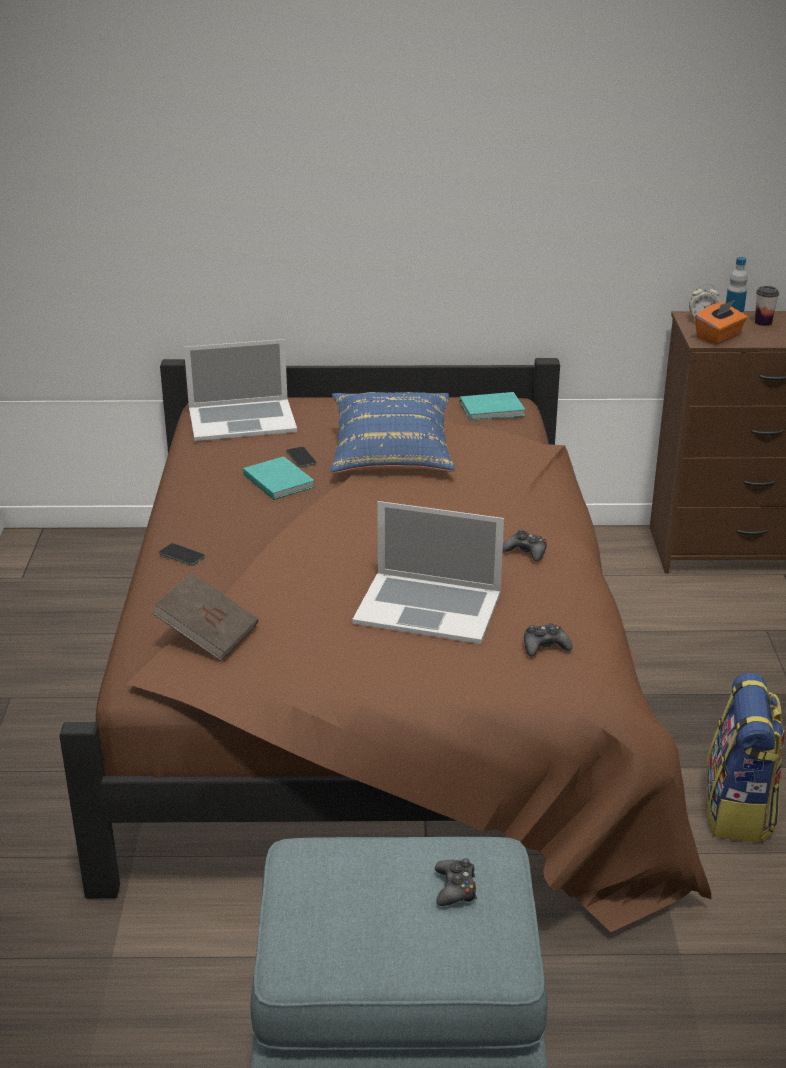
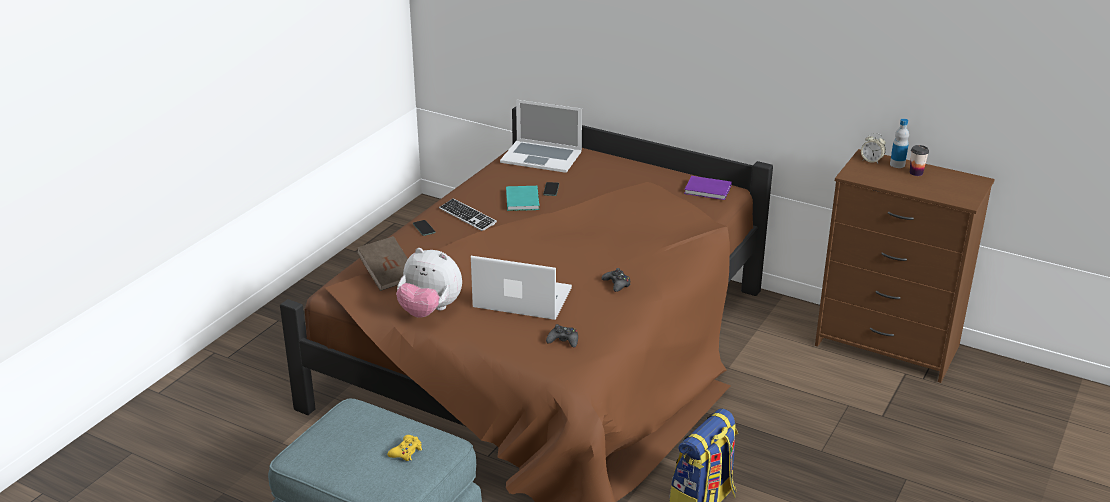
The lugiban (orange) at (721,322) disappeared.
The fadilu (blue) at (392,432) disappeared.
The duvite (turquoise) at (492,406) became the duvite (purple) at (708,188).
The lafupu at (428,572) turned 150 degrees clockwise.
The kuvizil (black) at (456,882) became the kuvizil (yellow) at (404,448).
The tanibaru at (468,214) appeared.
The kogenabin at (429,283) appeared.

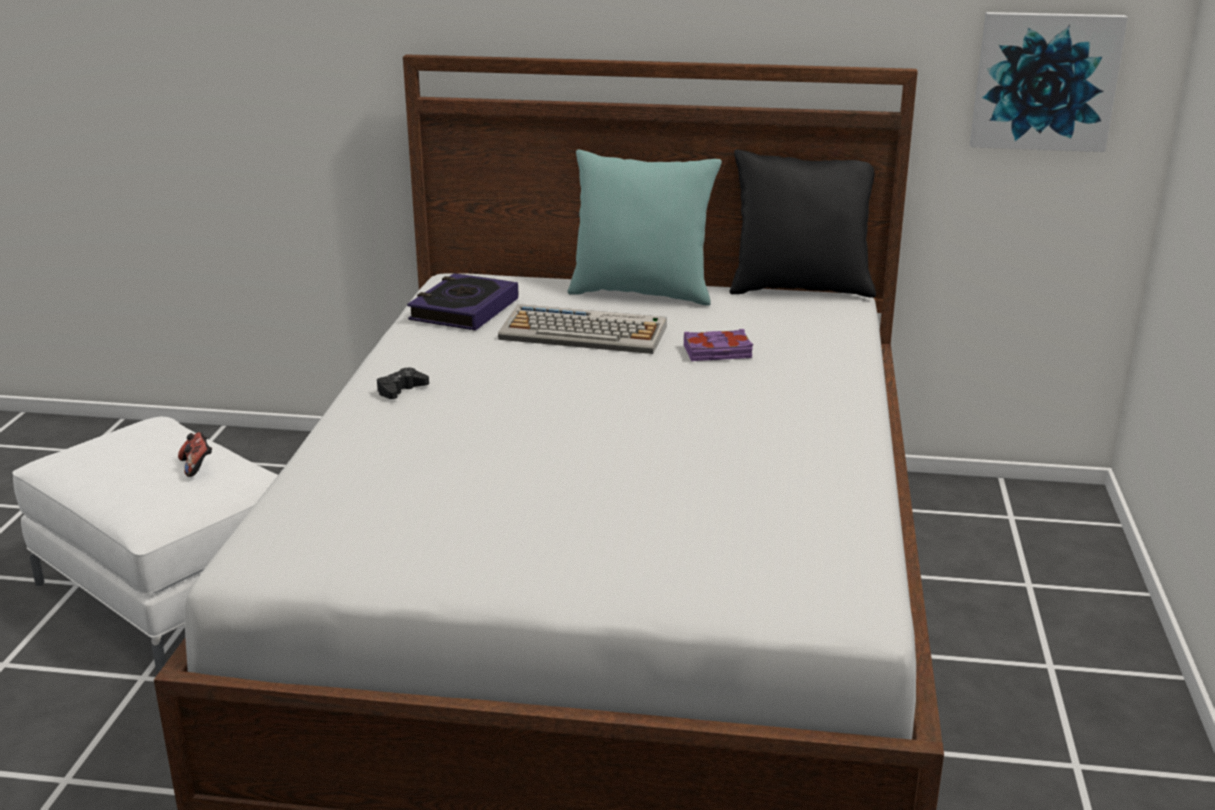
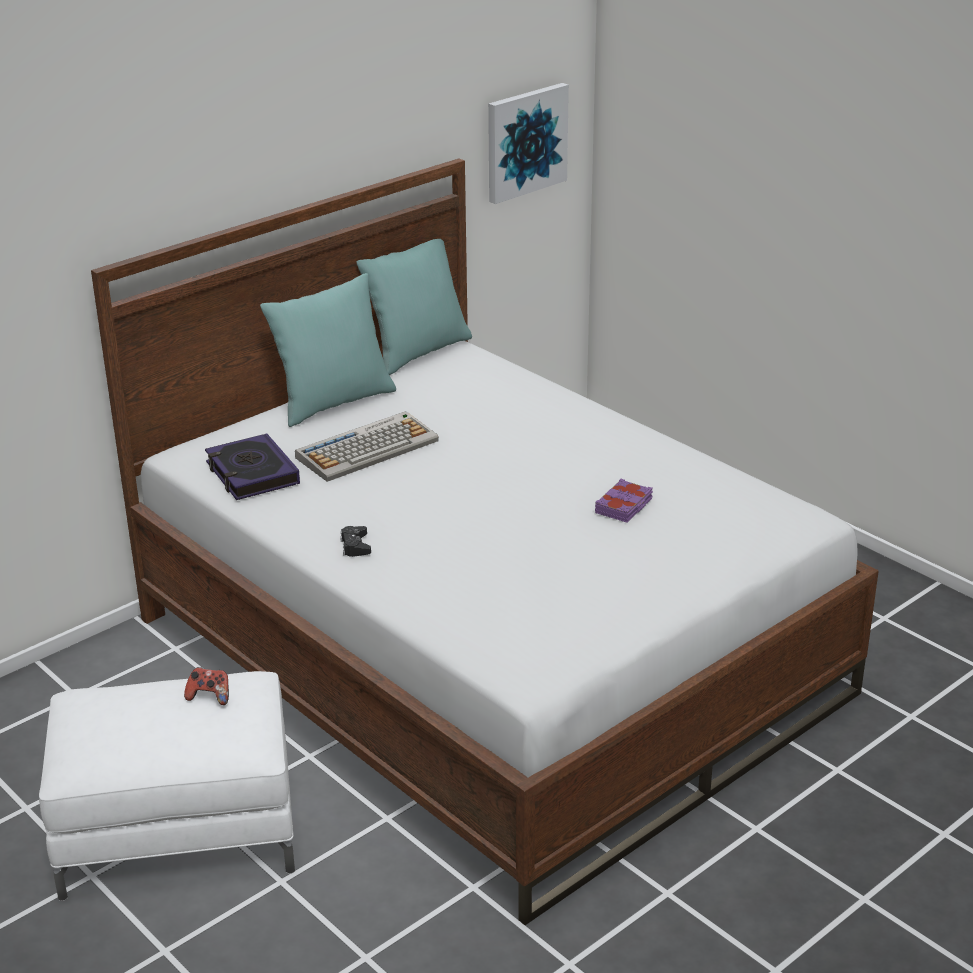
The fadilu (black) at (803,223) became the fadilu (turquoise) at (414,307).
The duvite (purple) moved from (718,345) to (624,500).

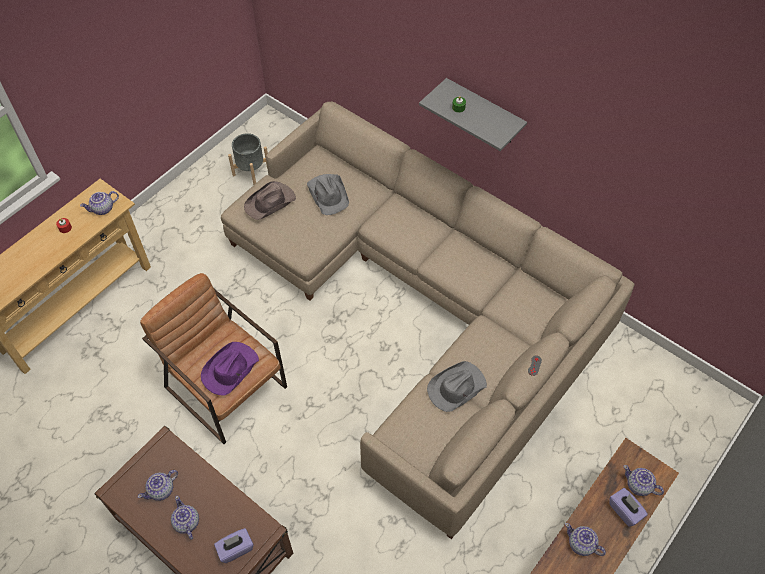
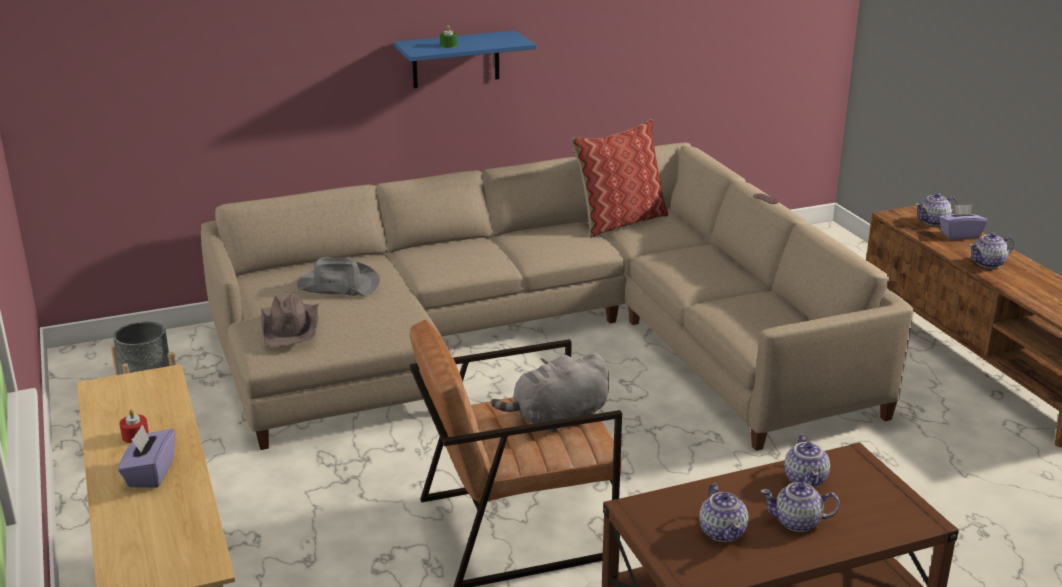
The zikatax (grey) at (473,114) became the zikatax (blue) at (465,59).
The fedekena moved from (99,203) to (807,460).
The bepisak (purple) at (230,369) was replaced by the kogenabin (grey) at (550,393).
The bepisak (grey) at (457,386) disappeared.
The lugiban (purple) moved from (234,545) to (146,456).
The fadilu at (619,178) appeared.

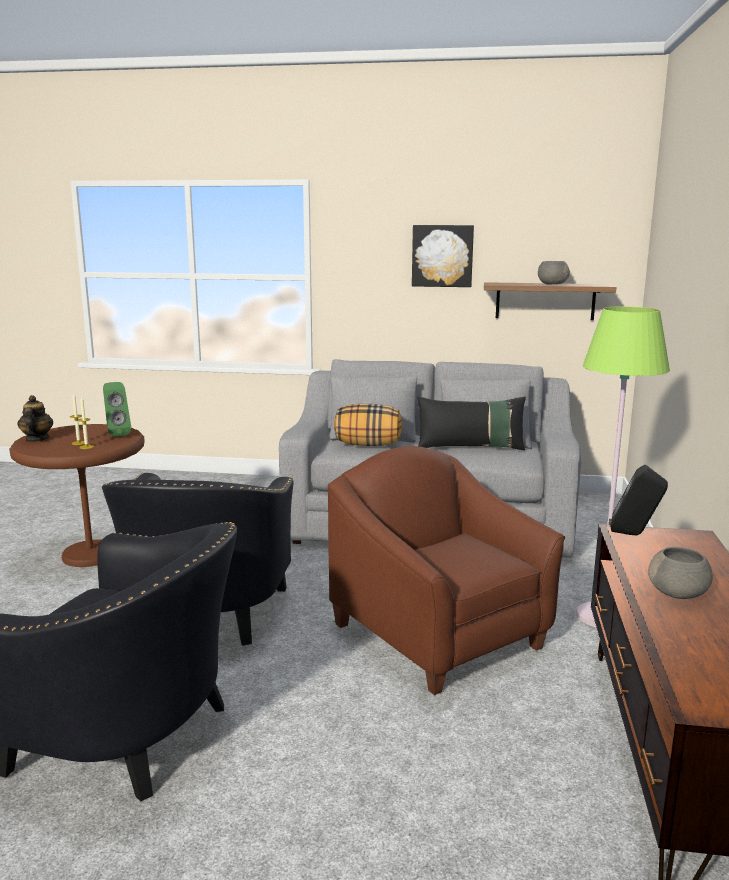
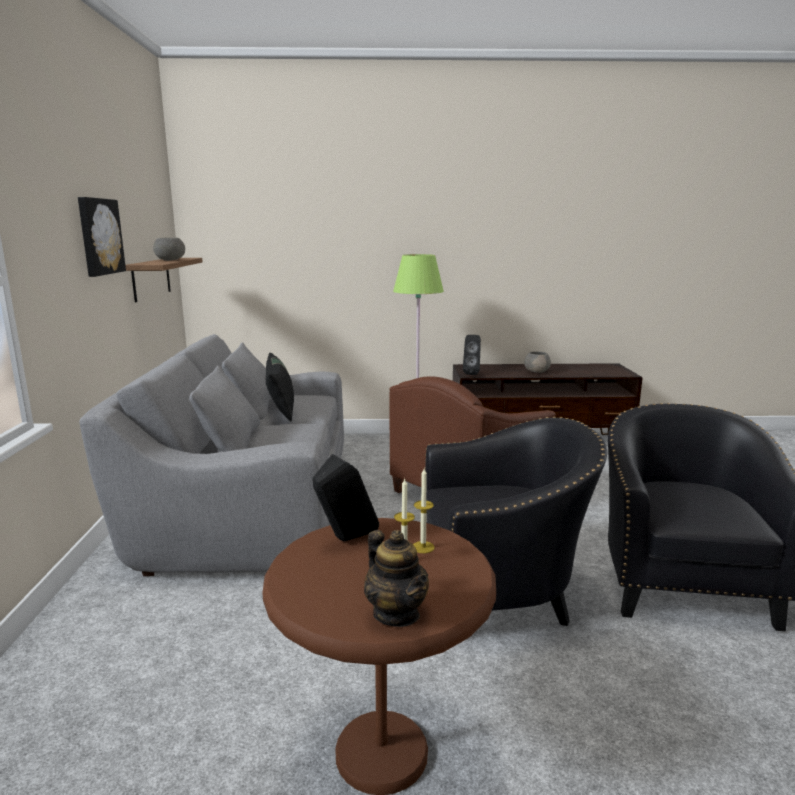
The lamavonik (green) at (117,409) became the lamavonik (black) at (346,498).
The fedekena at (35,418) turned 105 degrees counterclockwise.
The fadilu at (368,425) disappeared.

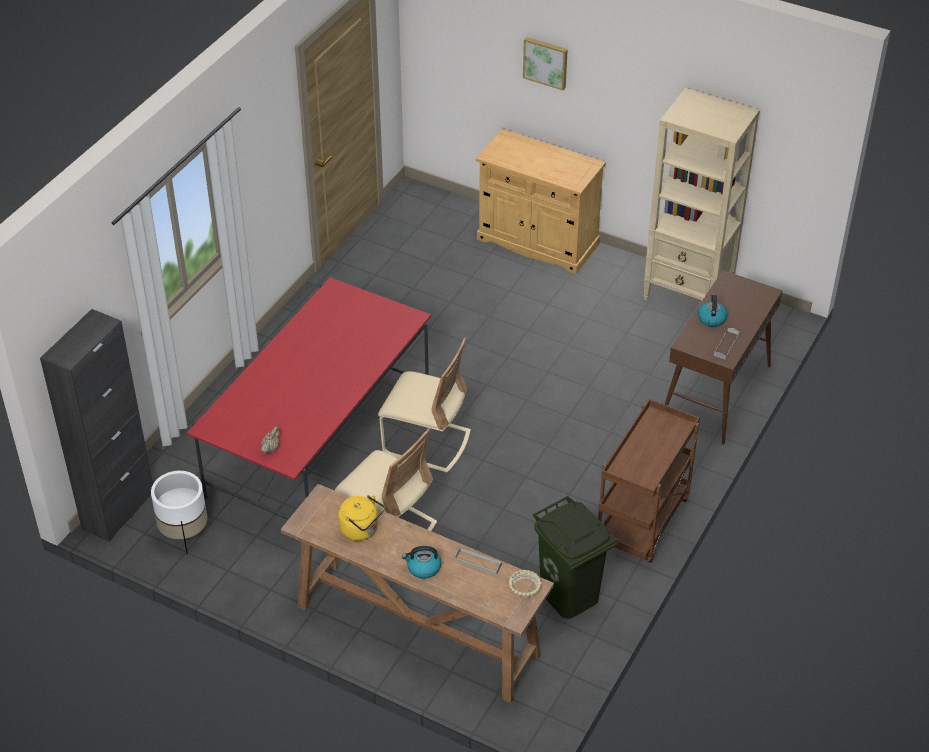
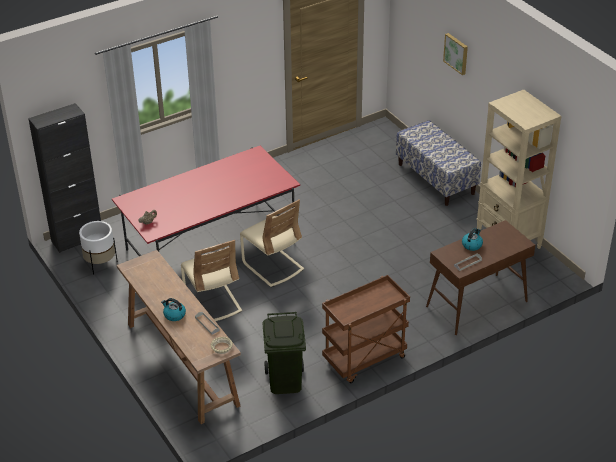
The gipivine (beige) at (541,201) was replaced by the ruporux at (438,163).
The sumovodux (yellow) at (361,518) disappeared.

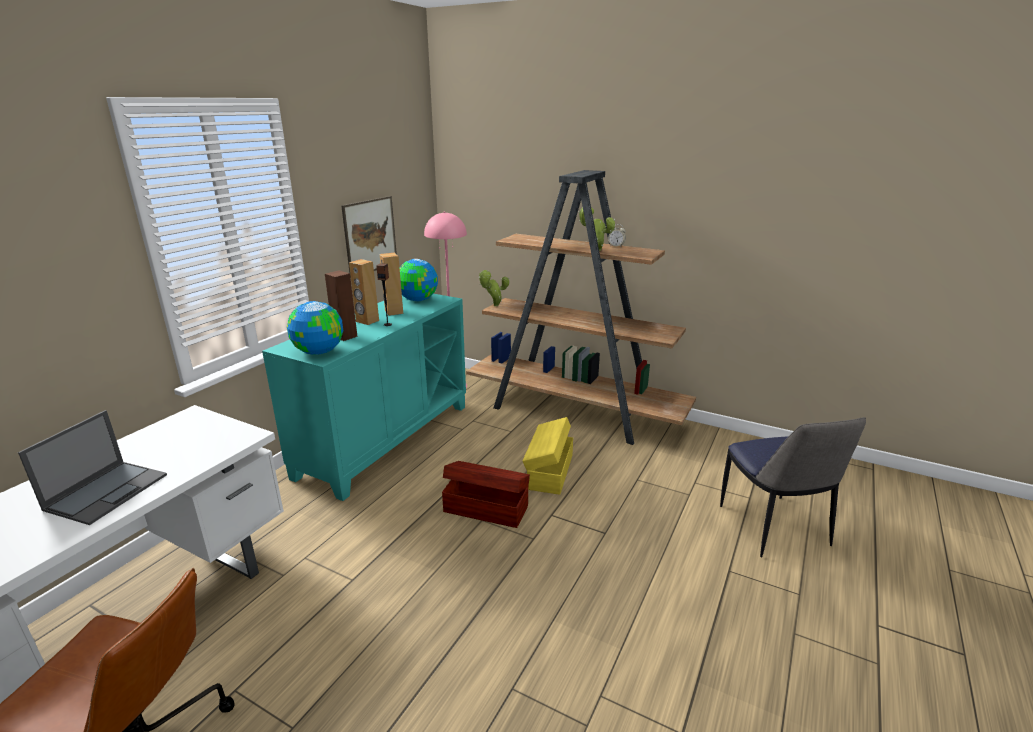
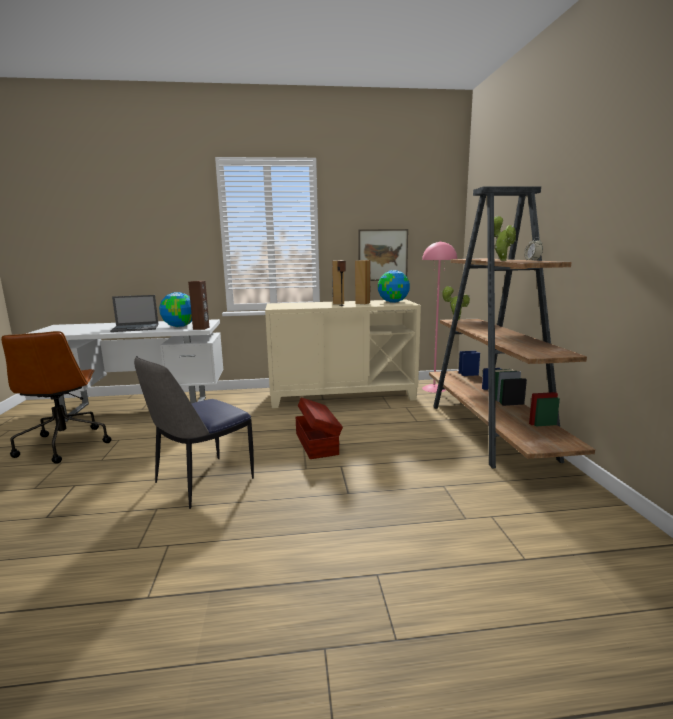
The lamavonik (brown) moved from (341,305) to (198,305).
The gipivine (turquoise) at (364,397) became the gipivine (beige) at (343,353).
The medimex moved from (315,327) to (175,309).
The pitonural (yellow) at (548,456) disappeared.
The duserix moved from (793,487) to (194,432).

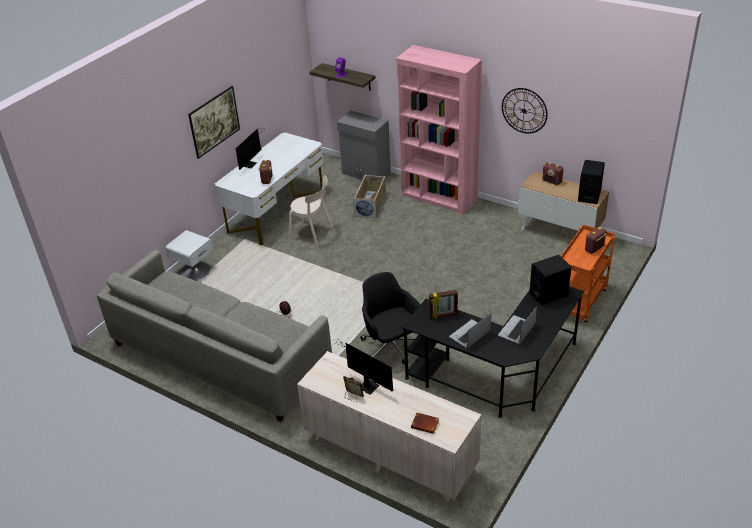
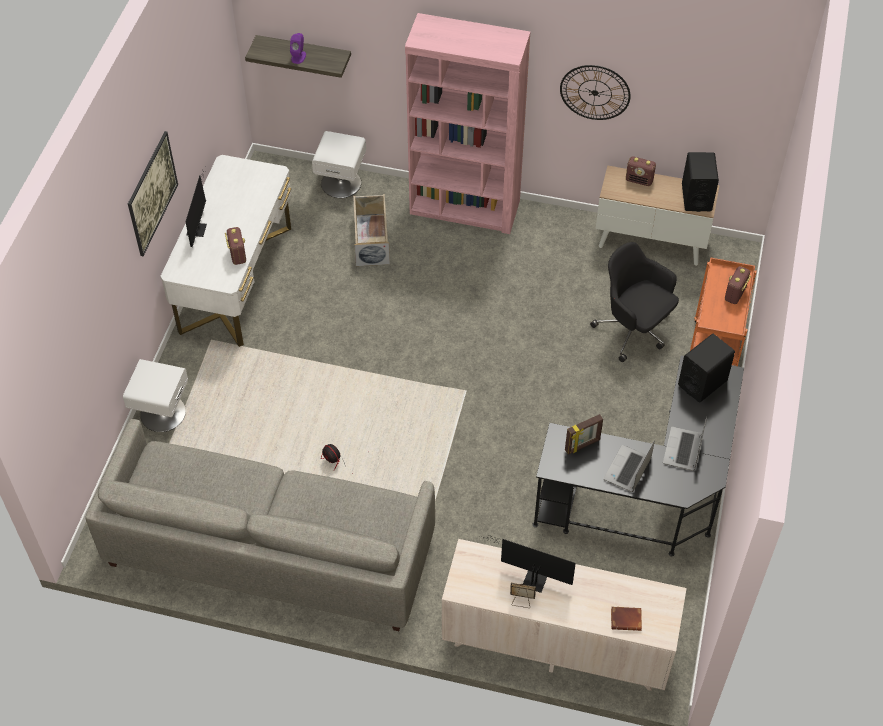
The gipivine (grey) at (364,145) was replaced by the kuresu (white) at (339,164).
The duserix (beige) at (310,211) disappeared.
The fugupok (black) moved from (390,318) to (634,302).

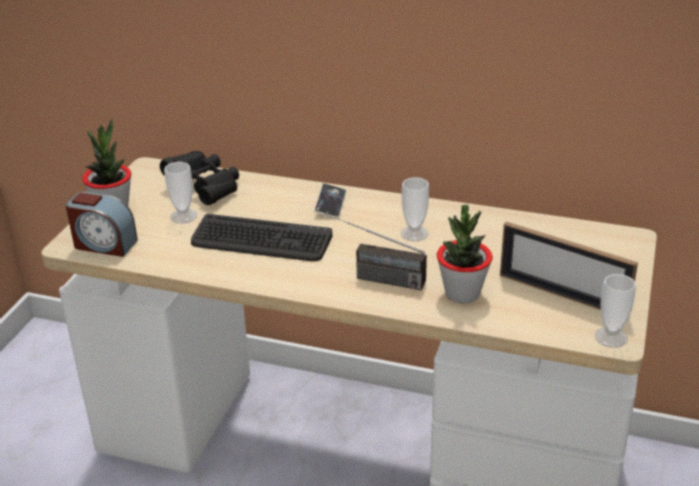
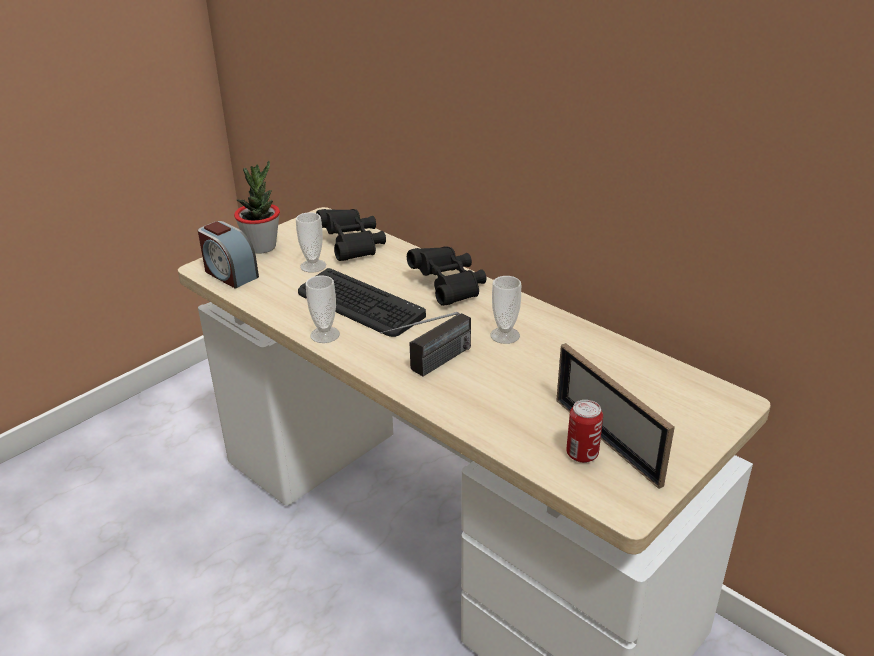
The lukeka at (330,201) was replaced by the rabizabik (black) at (446,276).
The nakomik at (465,254) disappeared.
The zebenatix at (376,251) turned 90 degrees counterclockwise.
The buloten moved from (615,311) to (322,309).
The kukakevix at (584,431) appeared.

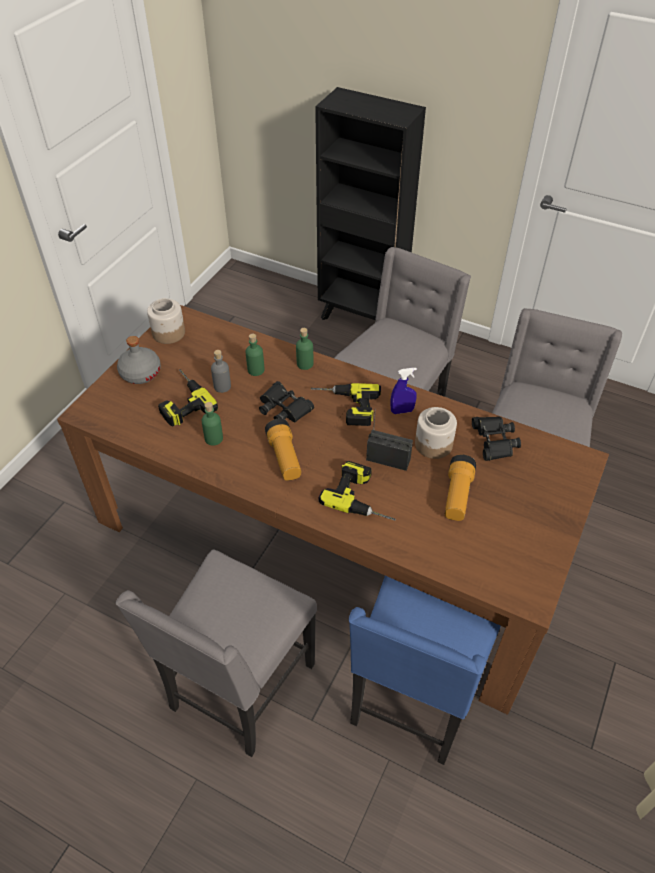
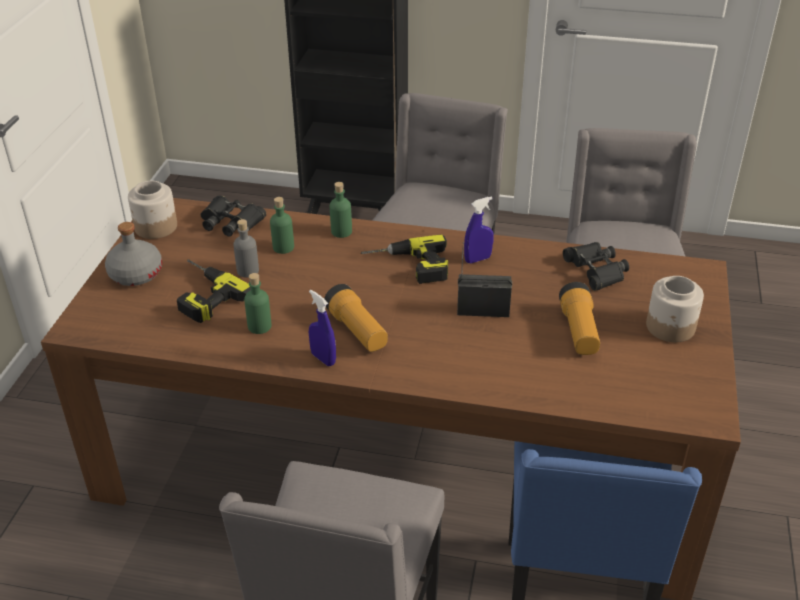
The rabizabik (black) moved from (286,401) to (233,216).
The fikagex moved from (436,433) to (675,309).
The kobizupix at (357,491) disappeared.
The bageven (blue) at (322,328) appeared.

